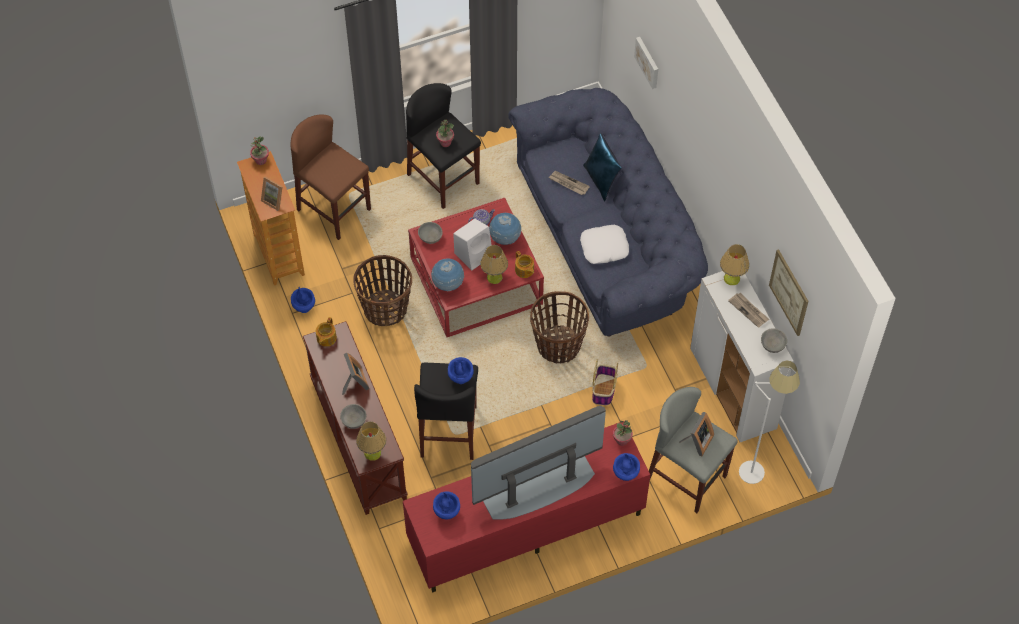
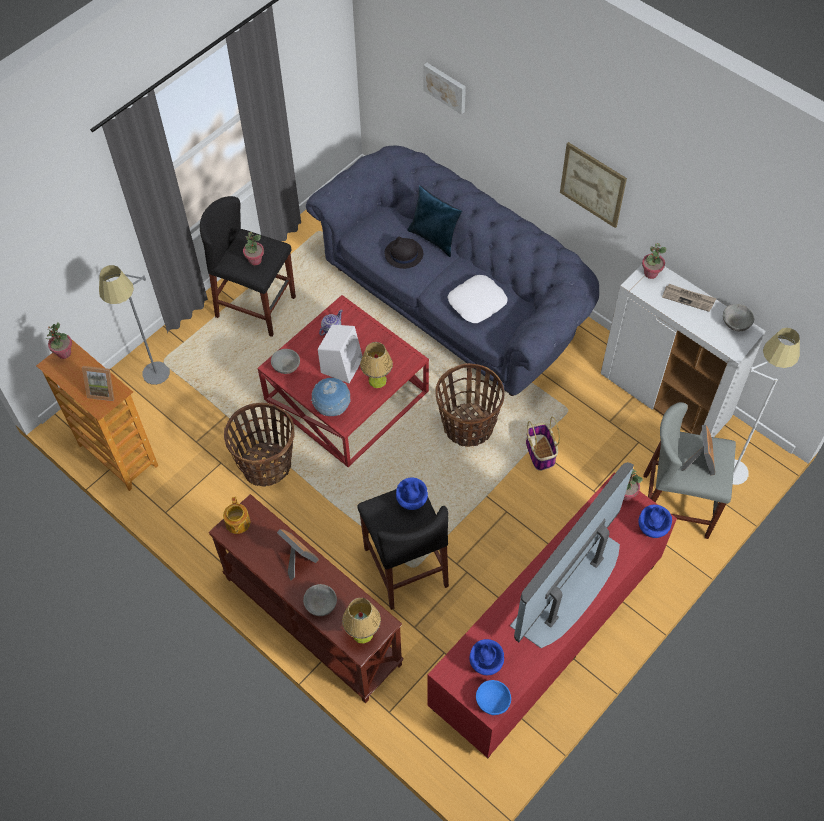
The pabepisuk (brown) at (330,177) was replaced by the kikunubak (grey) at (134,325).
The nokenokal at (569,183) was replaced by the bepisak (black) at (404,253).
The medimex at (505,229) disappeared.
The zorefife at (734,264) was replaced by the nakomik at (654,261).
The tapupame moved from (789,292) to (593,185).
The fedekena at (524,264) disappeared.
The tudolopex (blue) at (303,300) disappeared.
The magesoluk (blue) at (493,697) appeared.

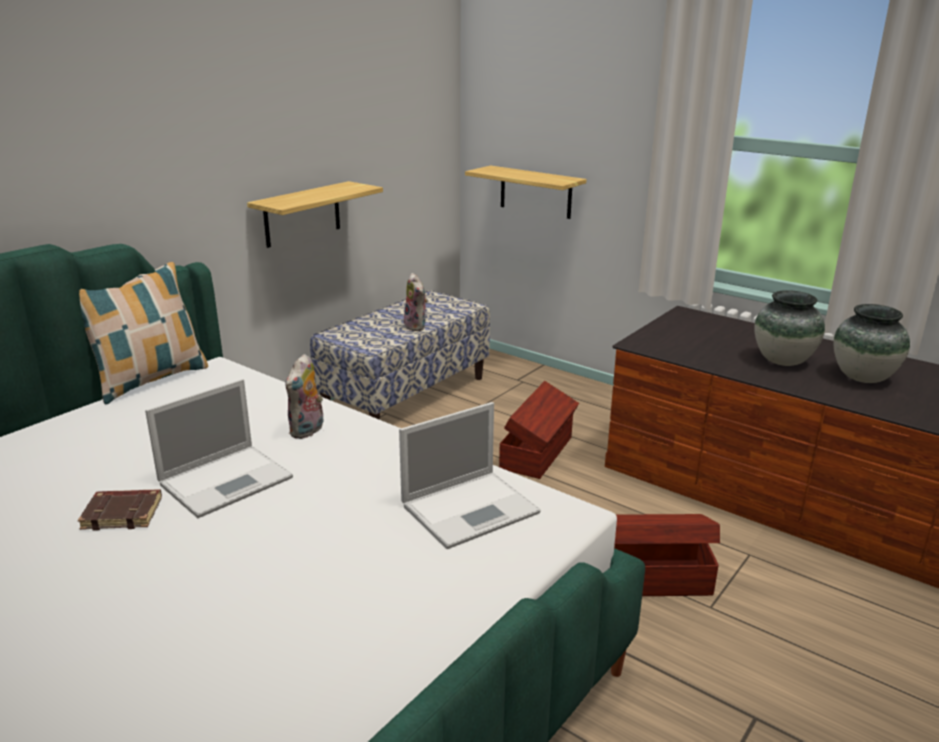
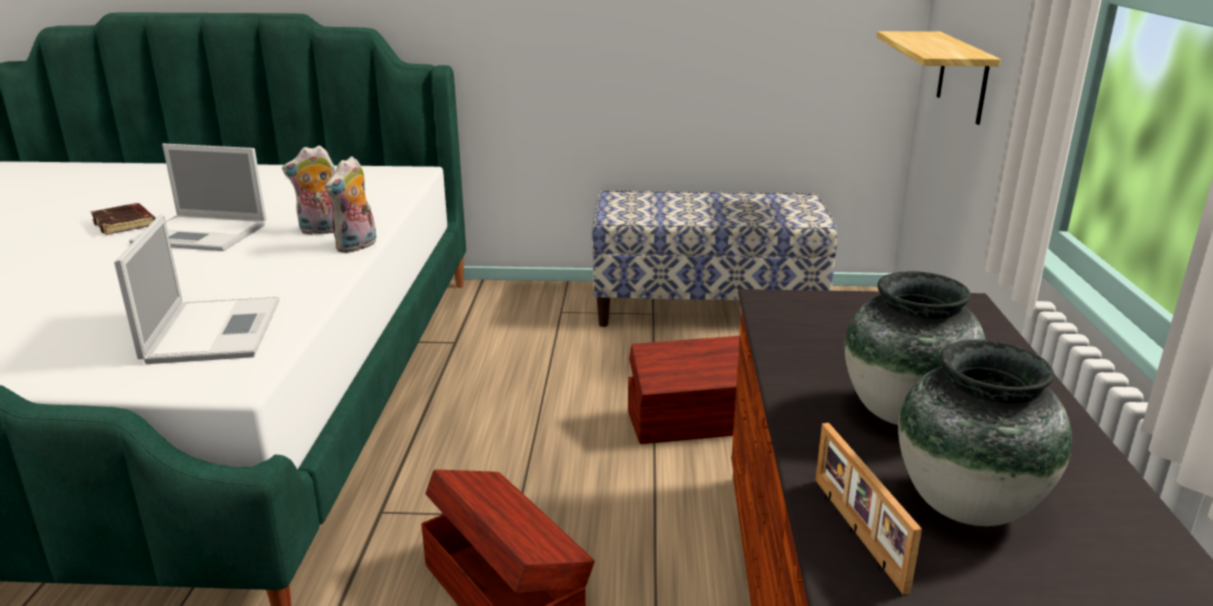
The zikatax at (315,214) disappeared.
The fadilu at (143,333) disappeared.
The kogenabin moved from (416,302) to (350,204).
The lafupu at (470,475) turned 120 degrees counterclockwise.
The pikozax at (869,509) appeared.

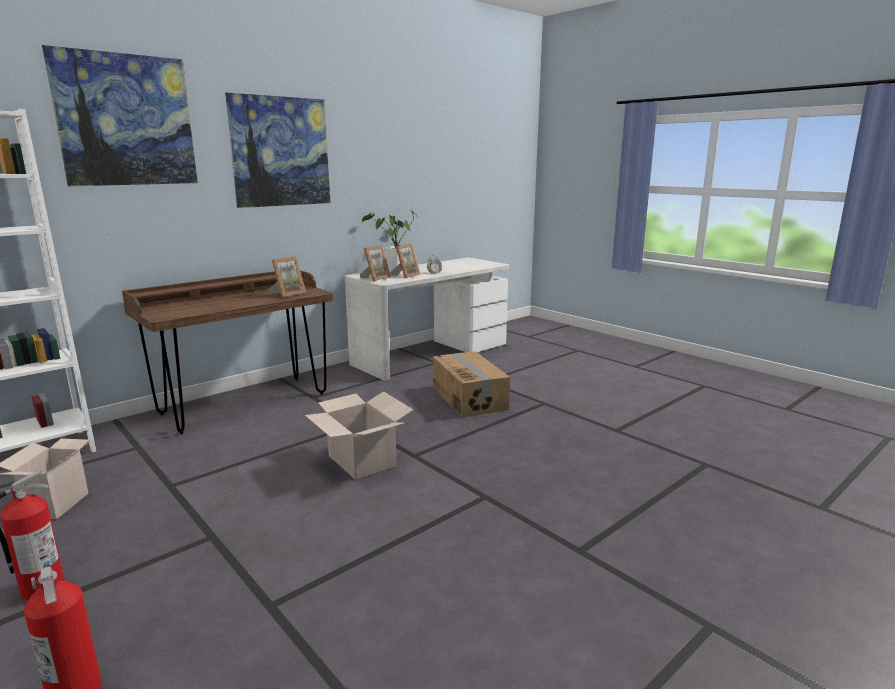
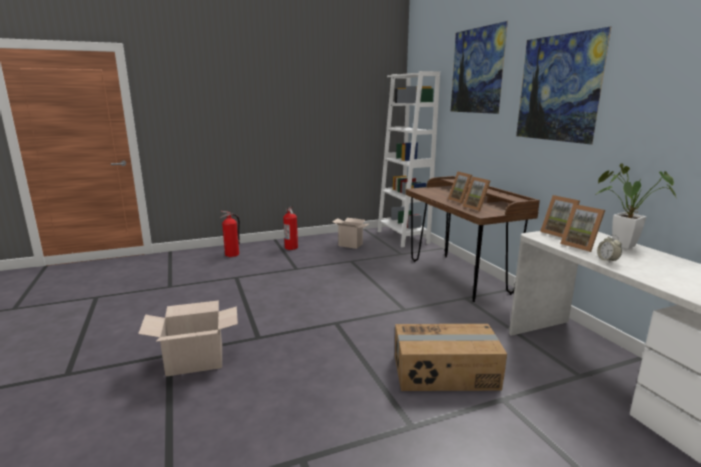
The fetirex moved from (359,435) to (188,338).
The pikozax at (460,187) appeared.

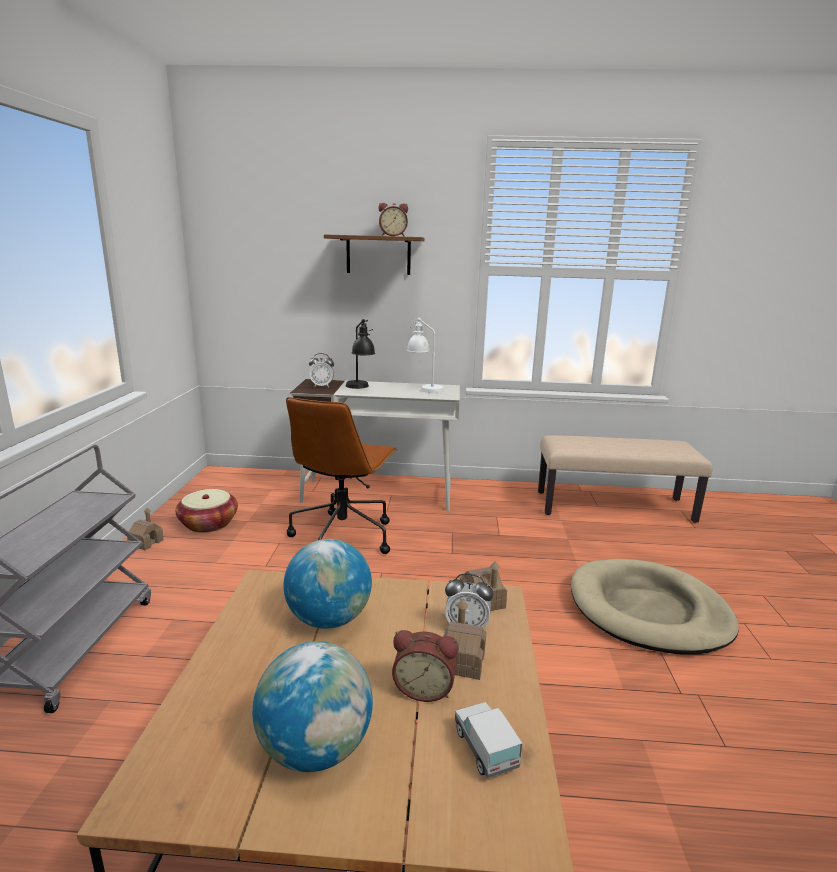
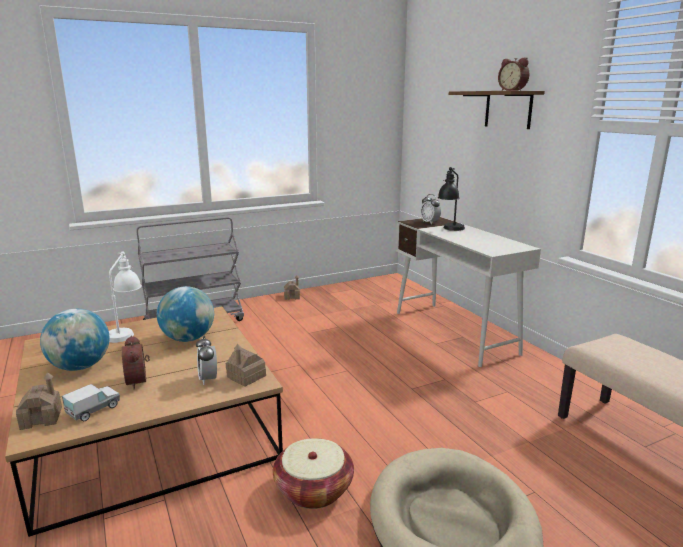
The zorefife (white) moved from (425,355) to (125,297).
The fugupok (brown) at (342,475) disappeared.
The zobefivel moved from (206,511) to (313,473).
The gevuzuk moved from (465,639) to (39,401).

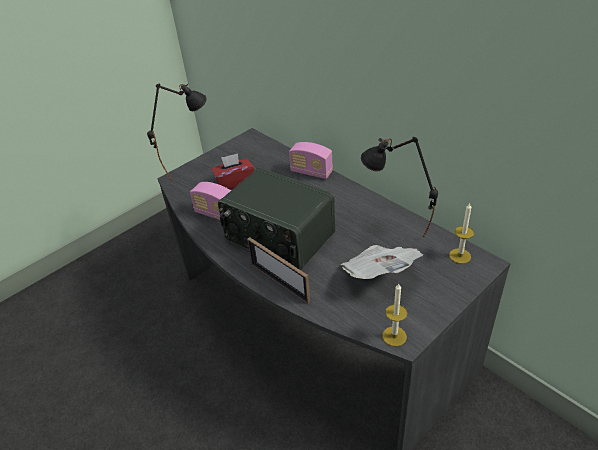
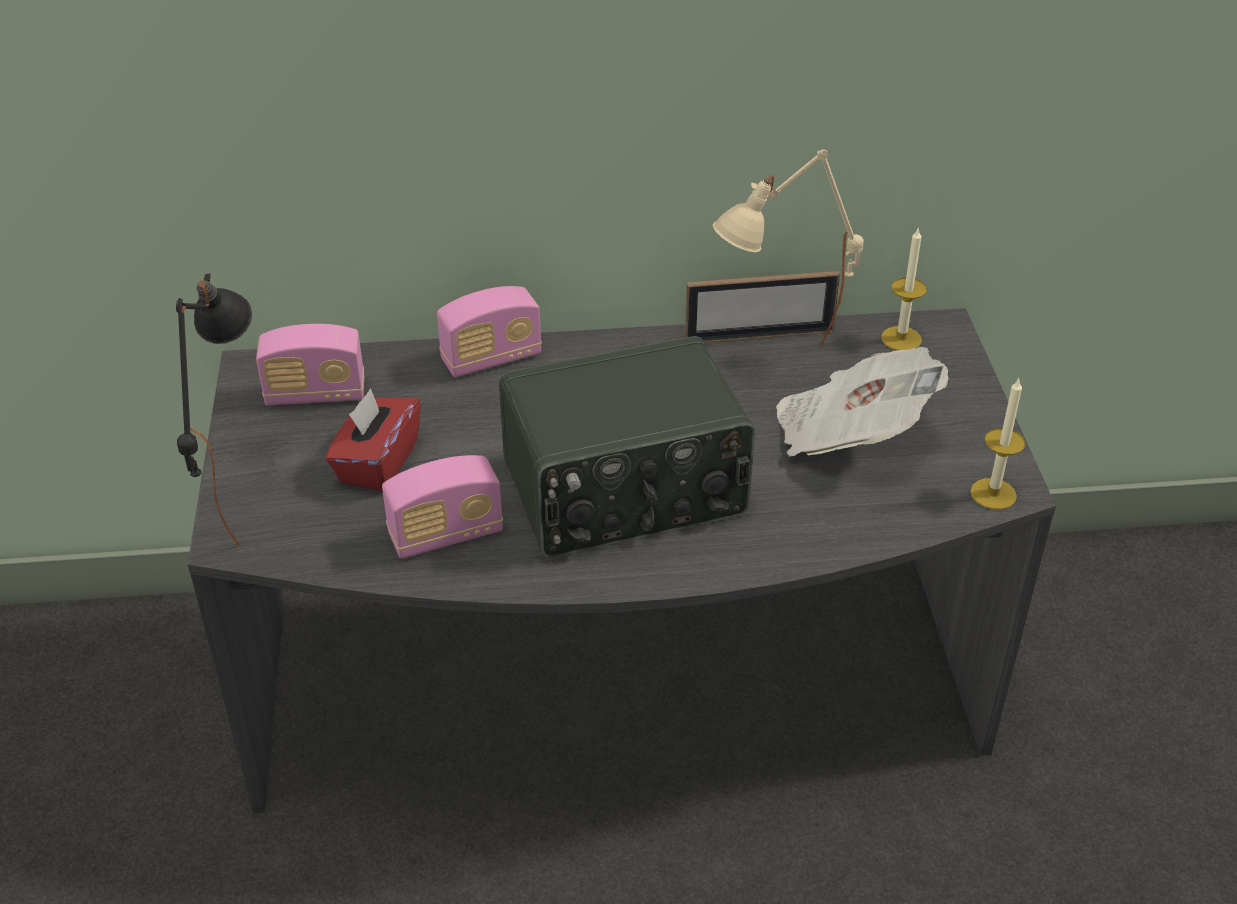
The zorefife (black) at (399,187) became the zorefife (beige) at (788,248).
The pikozax moved from (278,270) to (762,307).
The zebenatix at (310,365) appeared.

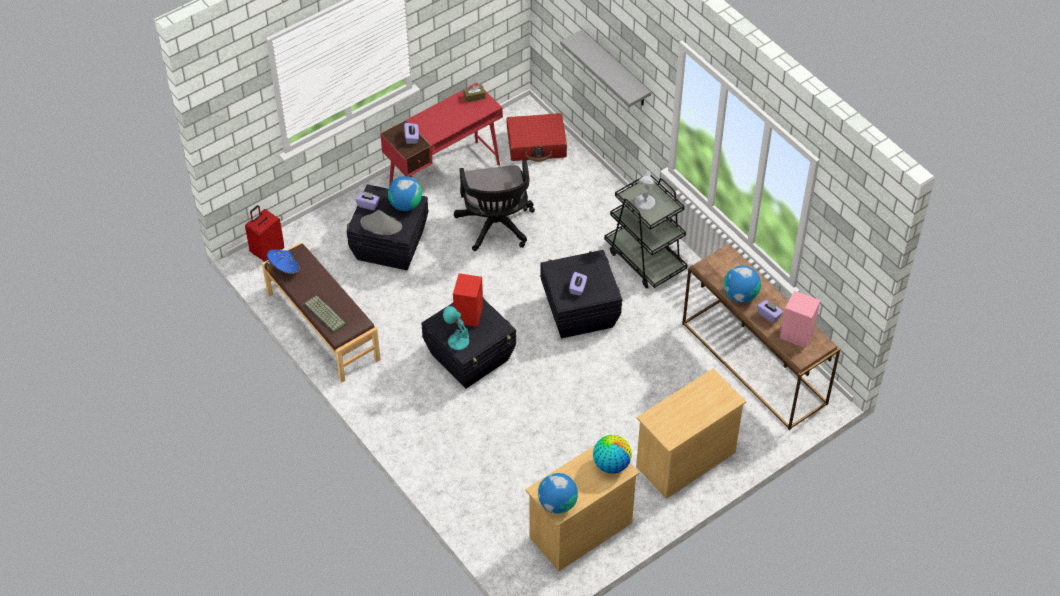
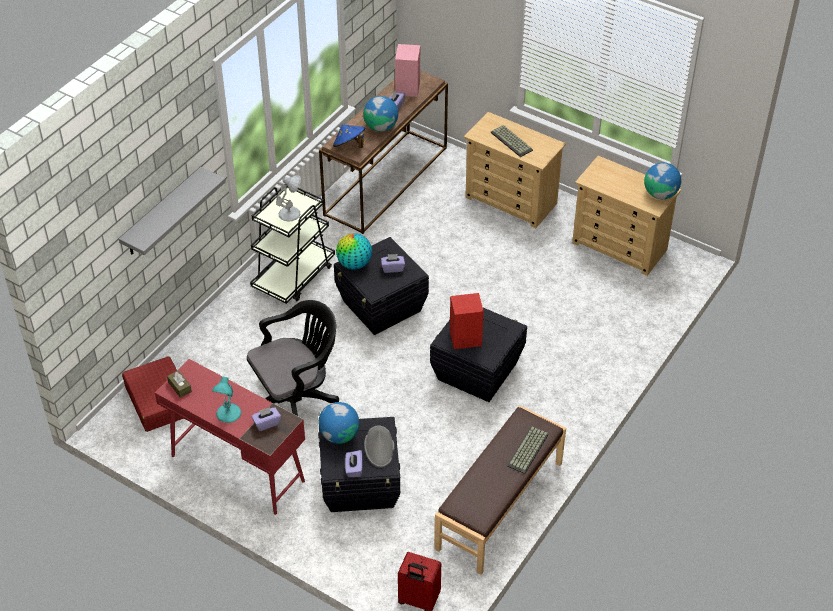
The bepisak (blue) moved from (283,262) to (349,136).
The zorefife (turquoise) moved from (456,328) to (226,399).
The medimex moved from (612,454) to (354,251).
The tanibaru at (512,141) appeared.

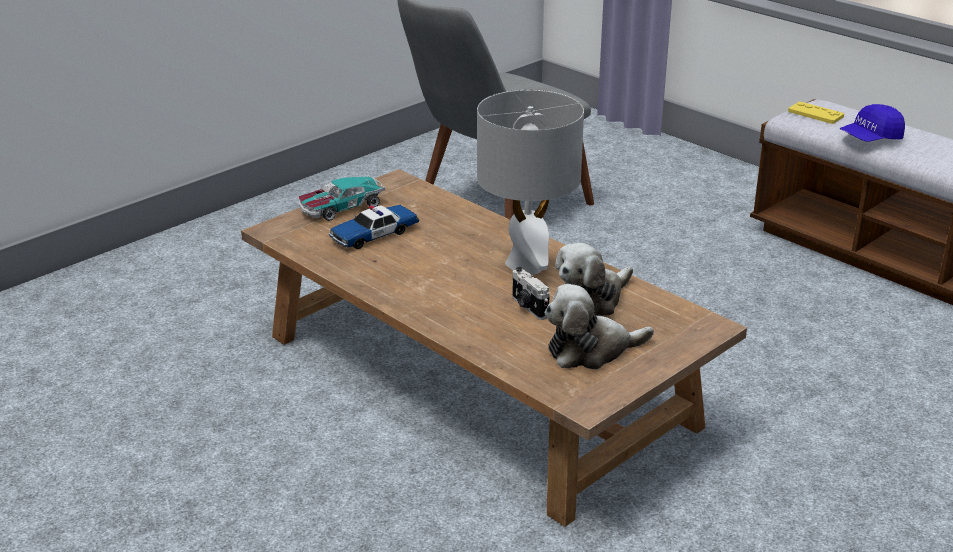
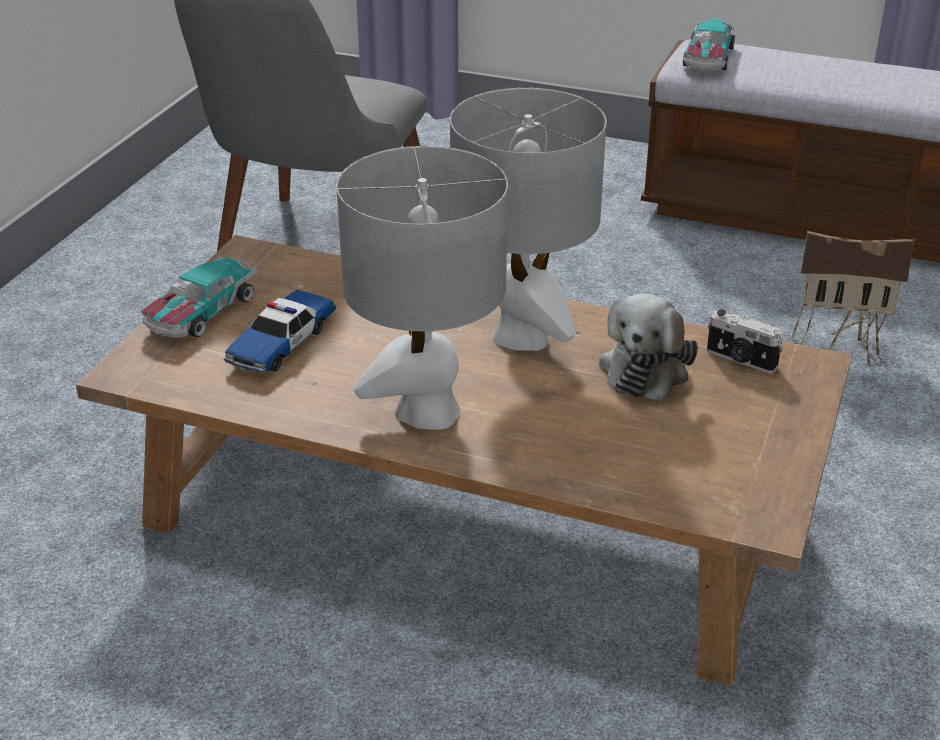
The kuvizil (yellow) at (816,113) was replaced by the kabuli at (709,45).
The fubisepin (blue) at (872,122) disappeared.
The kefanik moved from (531,293) to (745,341).
The kogenabin at (599,326) disappeared.
The zorefife (grey) at (422,288) appeared.
The gevuzuk at (853,297) appeared.

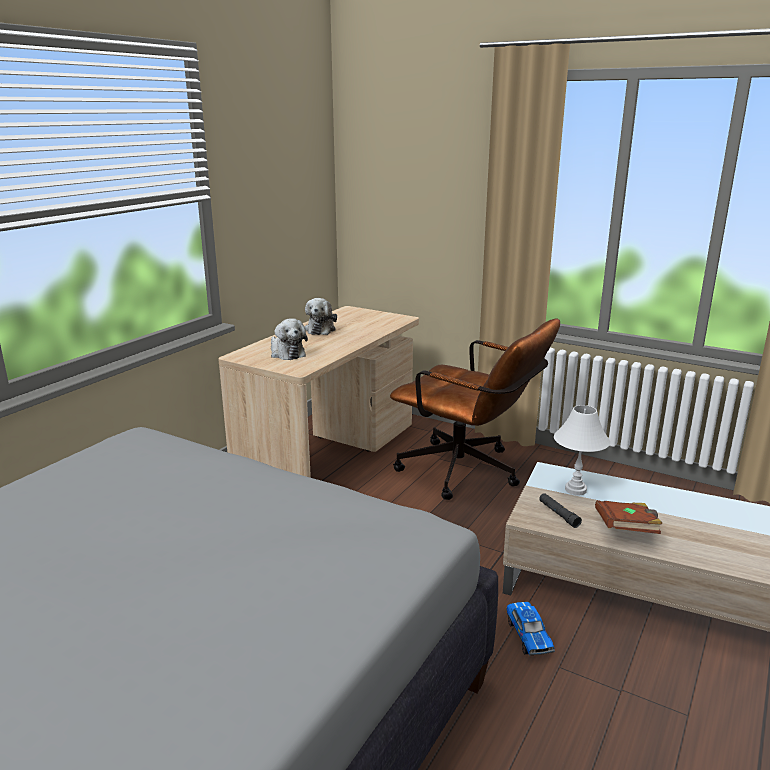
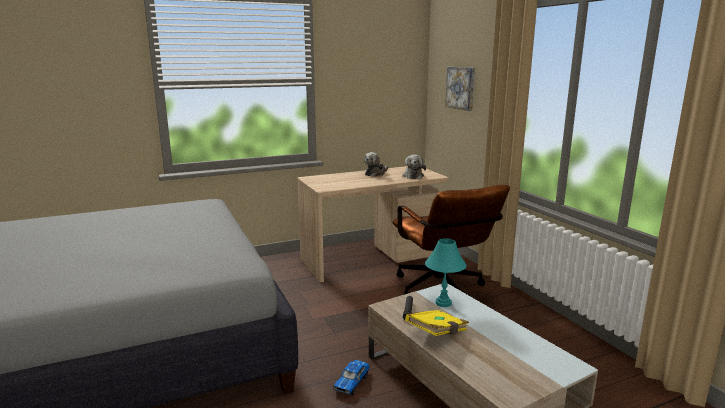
The kogenabin moved from (289,339) to (414,166).
The zorefife (white) at (582,450) became the zorefife (turquoise) at (446,272).
The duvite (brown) at (628,517) became the duvite (yellow) at (437,323).
The tapupame at (460,89) appeared.

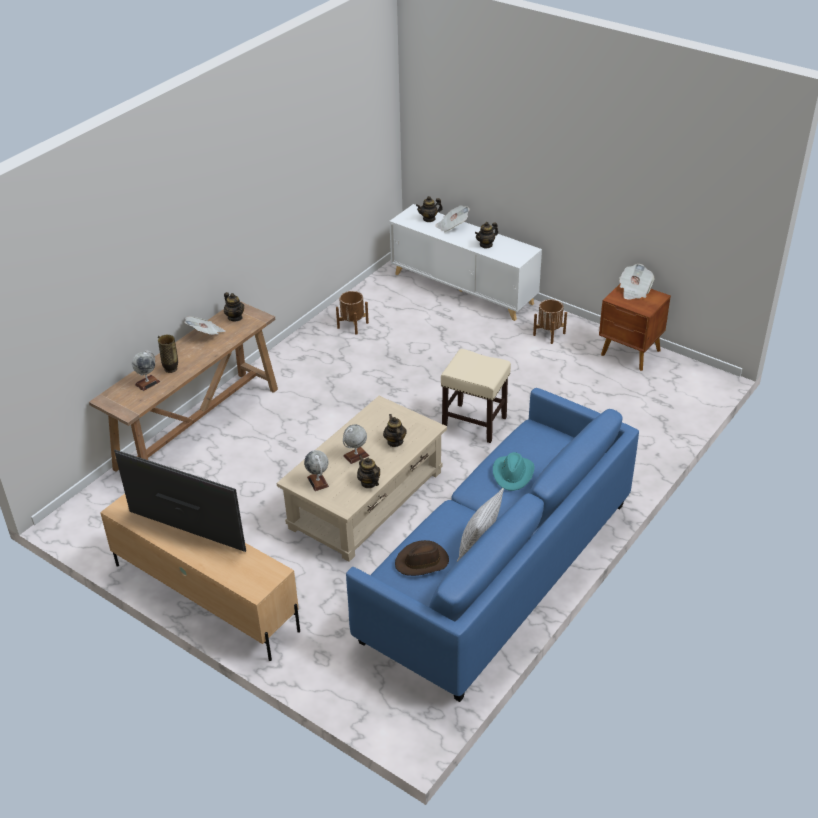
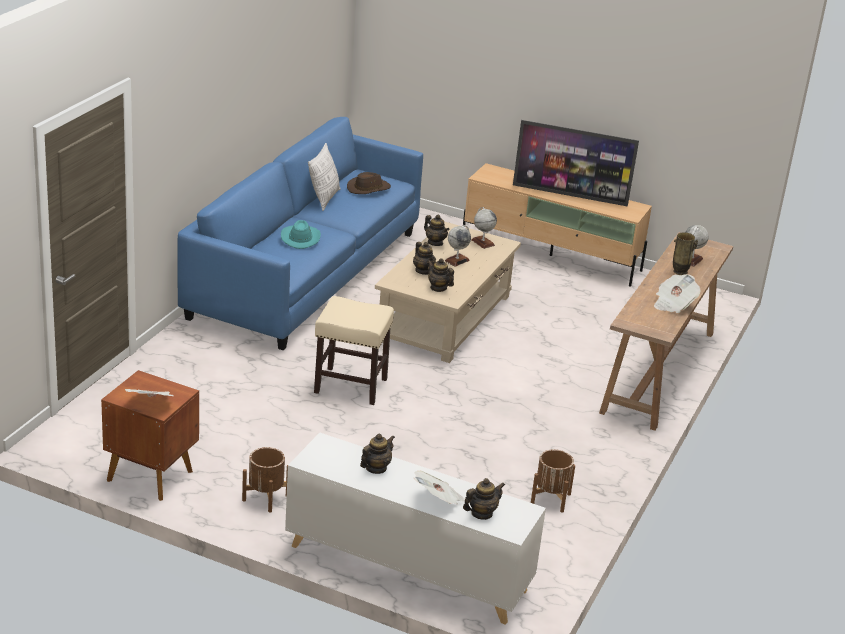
The fedekena moved from (234,306) to (440,275).

